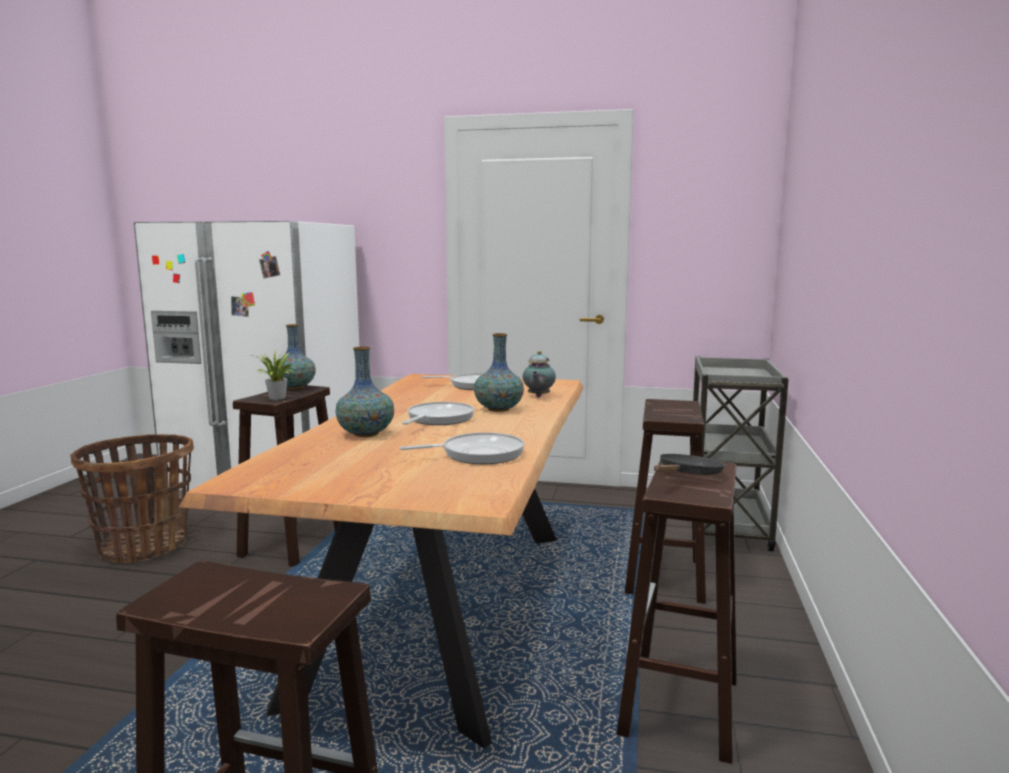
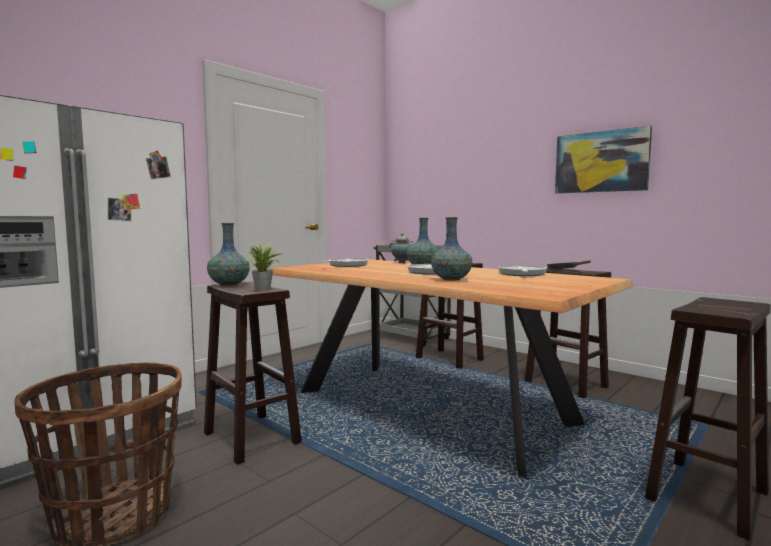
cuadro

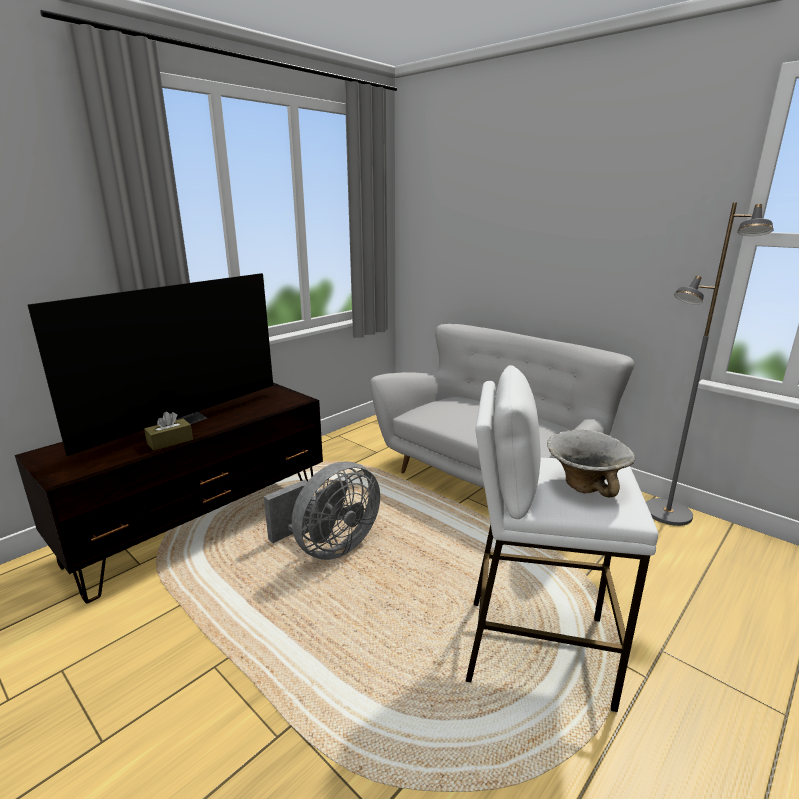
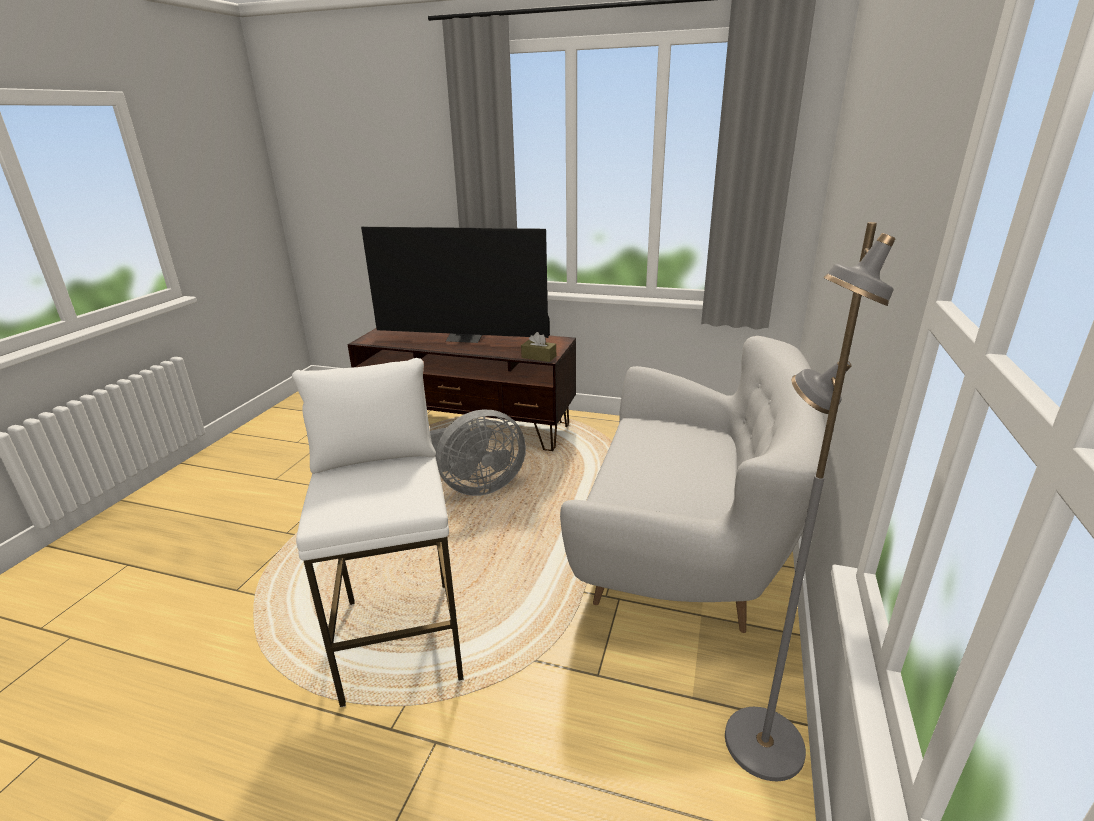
ventilador [gris]; caja de pañuelos [marrón]; cuenco

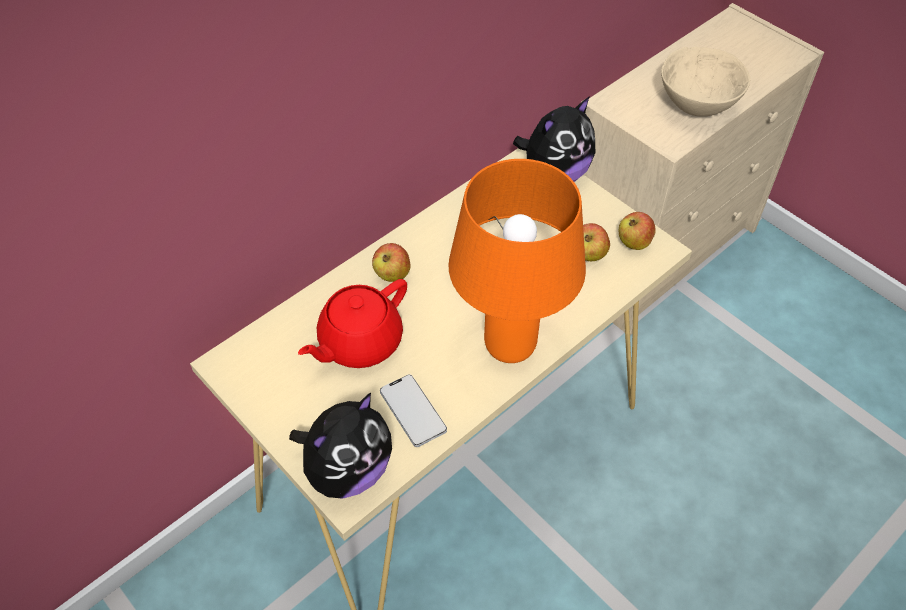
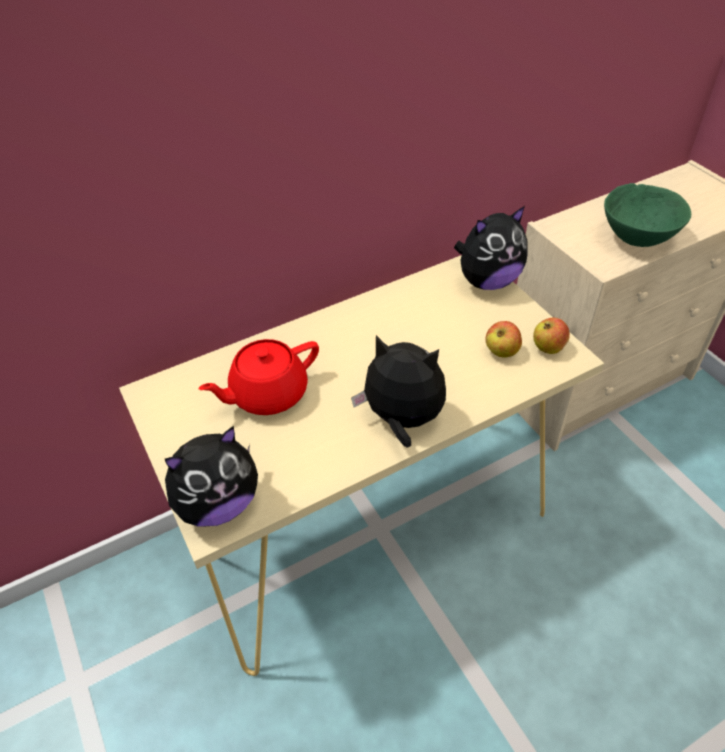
peluche (2nd from left); cuenco [verde]; manzana (1st from left in the first image); móvil

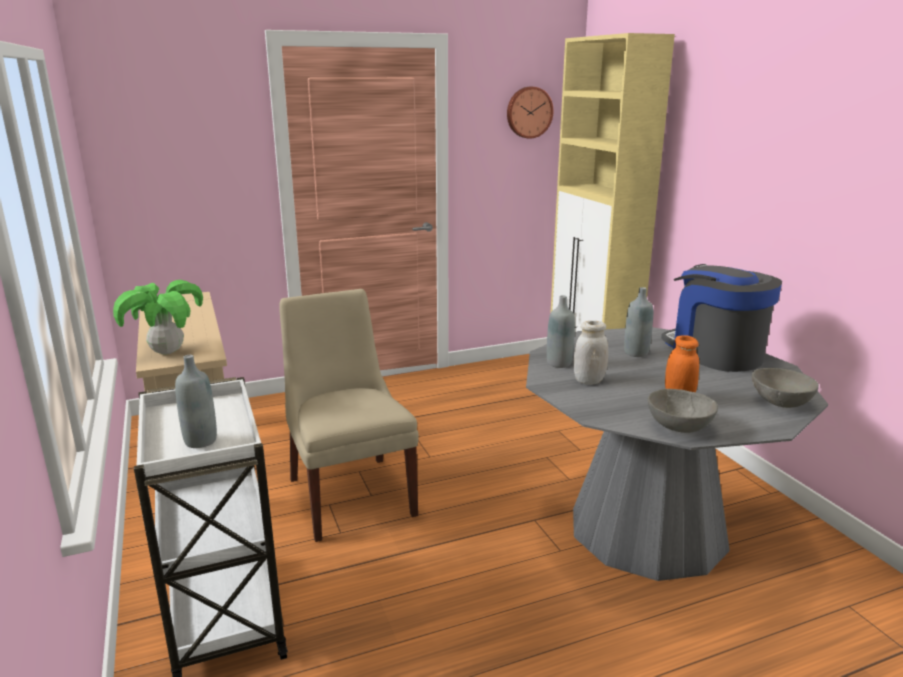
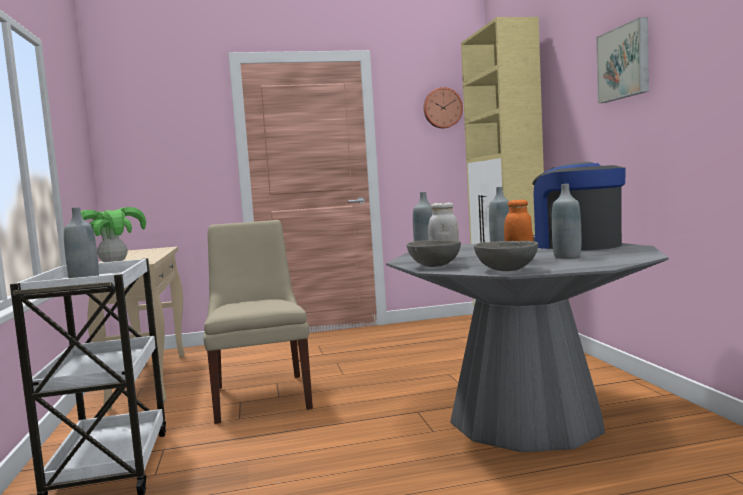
cuenco [gris] (1st from left); botella [gris] (4th from left); cuadro

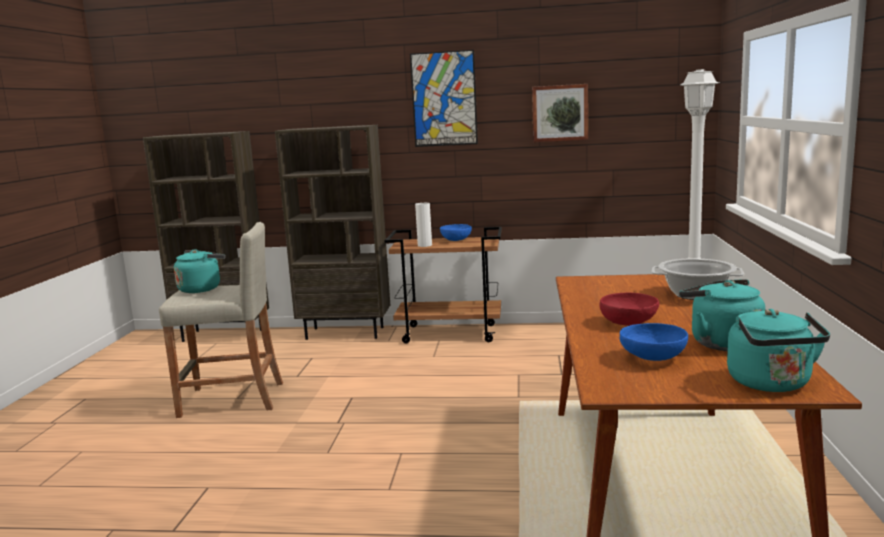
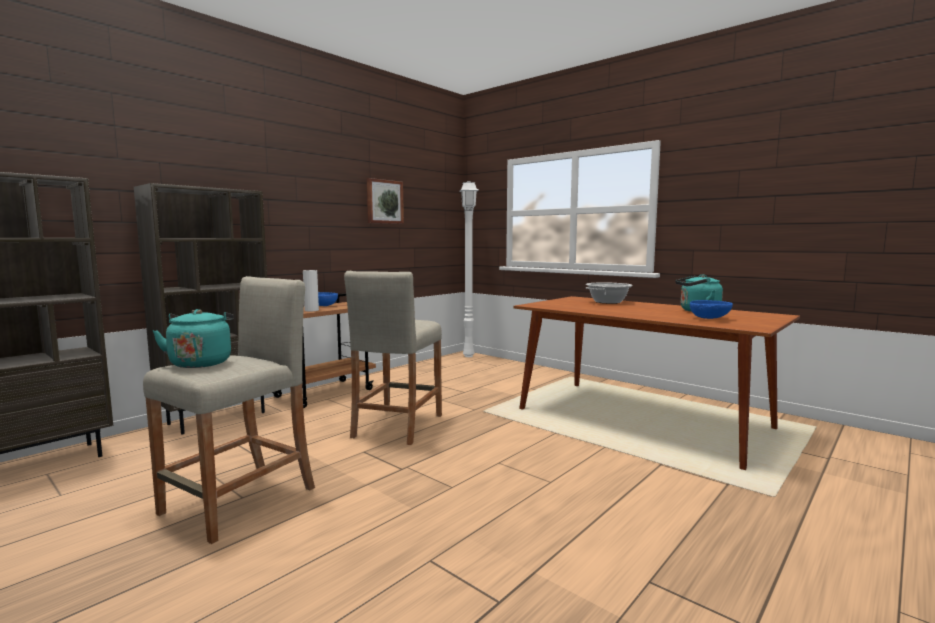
taburete [beis] (2nd from left); cuadro (1st from left in the first image); cuenco [rojo]; hervidor [turquesa] (3rd from left in the first image)

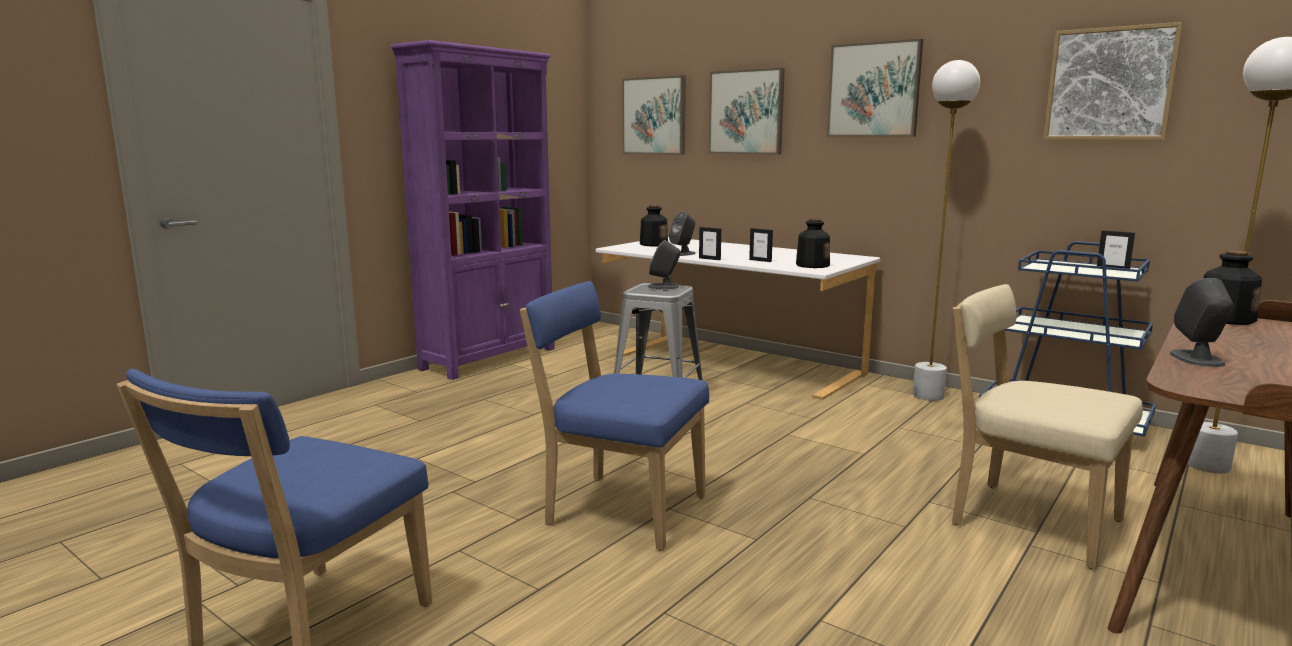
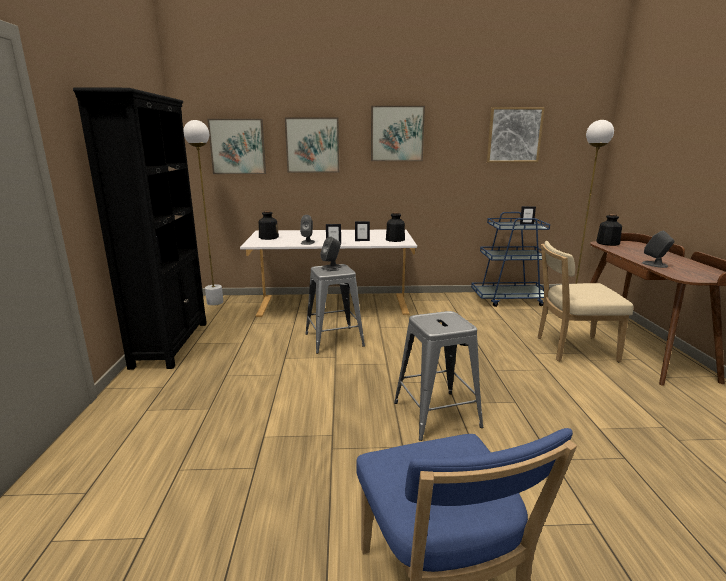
estantería [negro]; lámpara de pie [blanco] (1st from left); taburete [gris] (2nd from left)

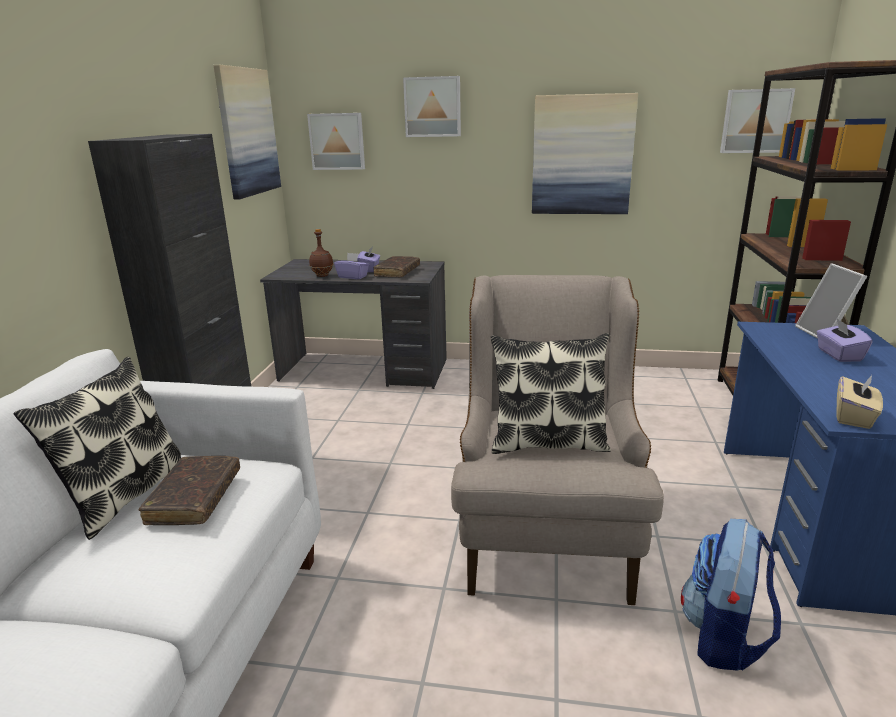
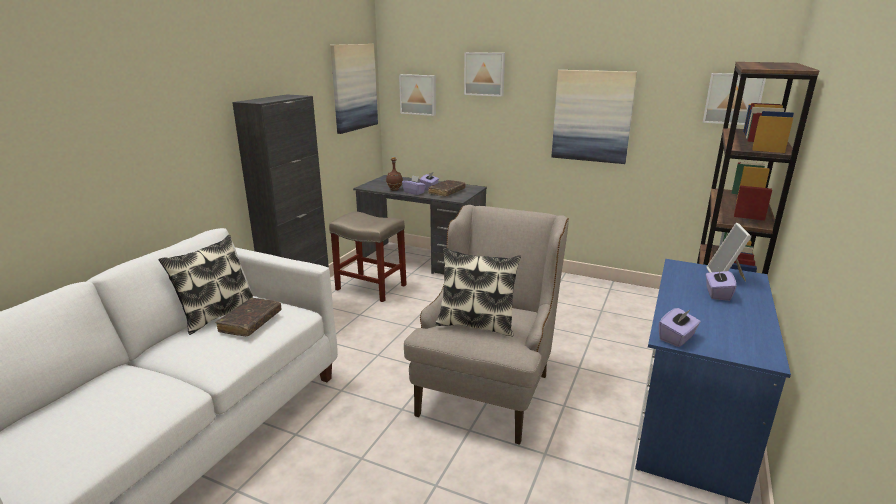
taburete [beis]; caja de pañuelos [morado] (3rd from left); mochila

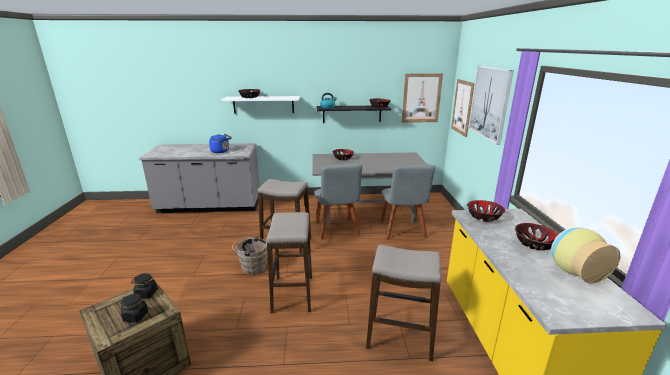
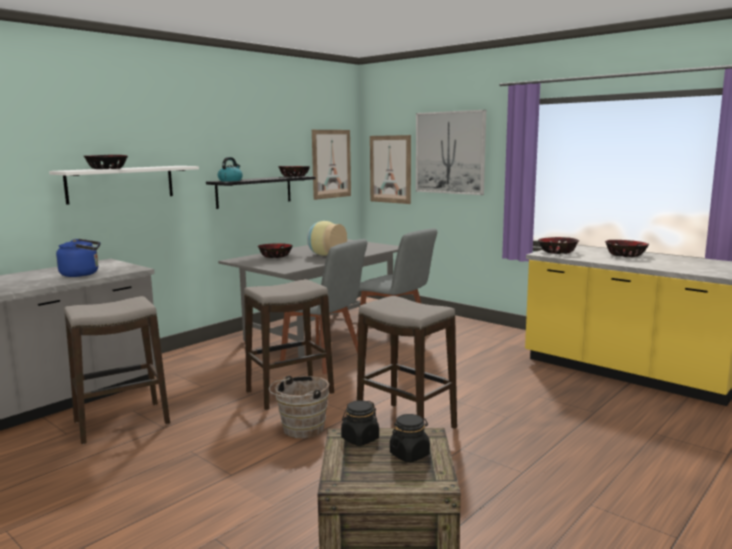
taburete (1st from left); florero

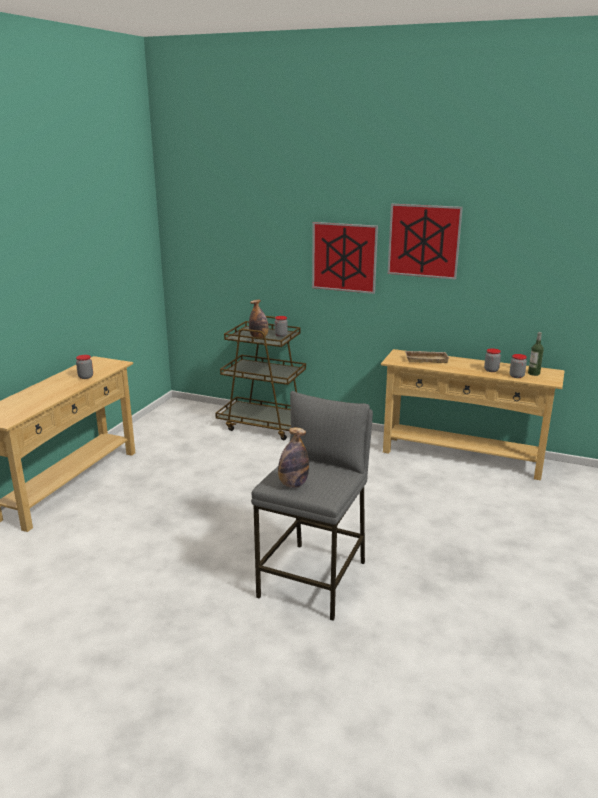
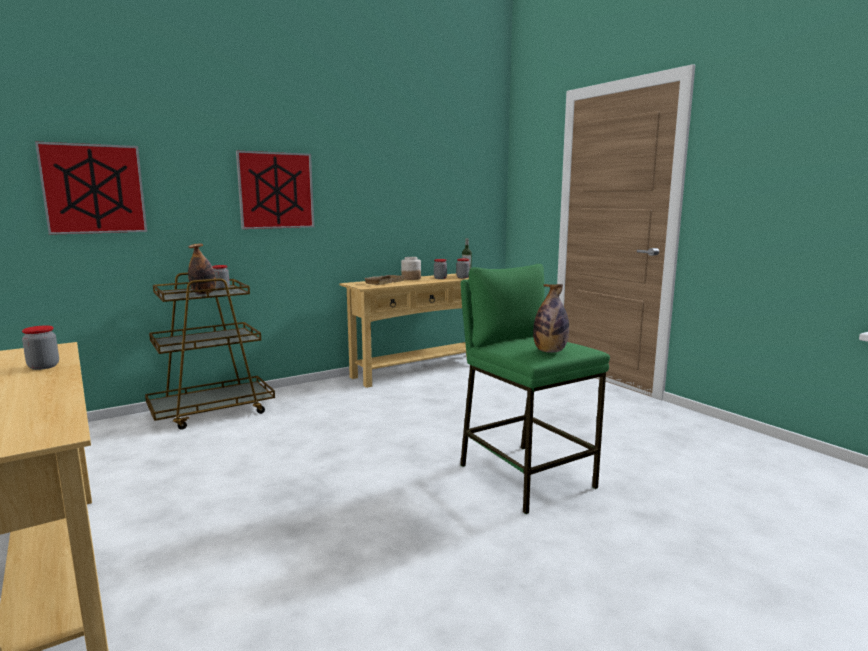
cuadro (1st from left); tarro (3rd from left); taburete [verde]

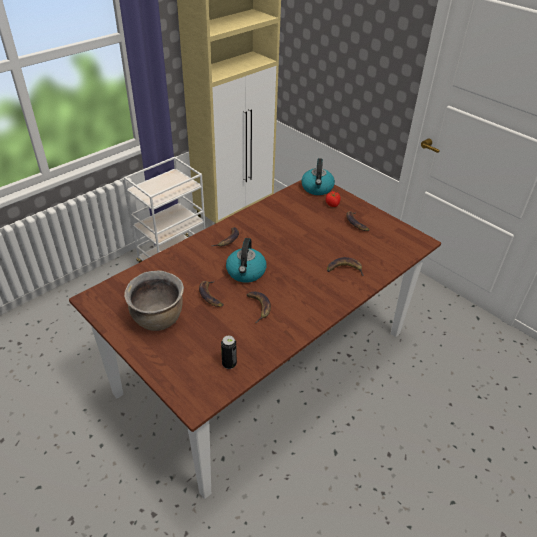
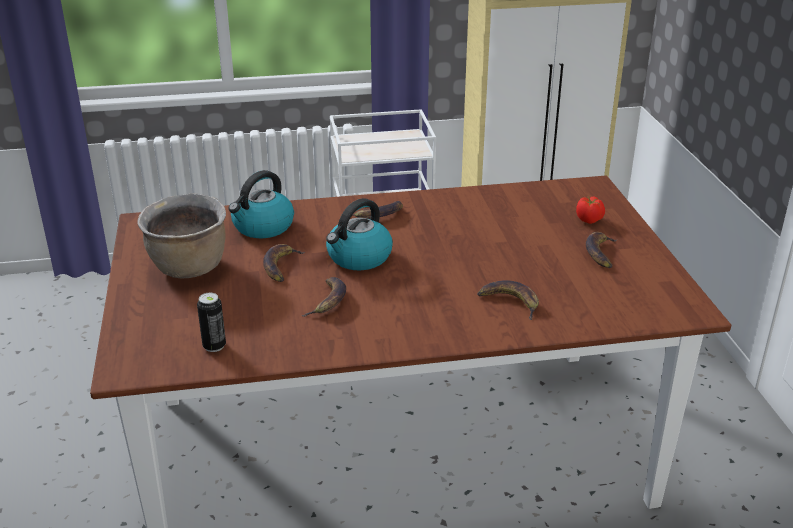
hervidor (1st from left)

